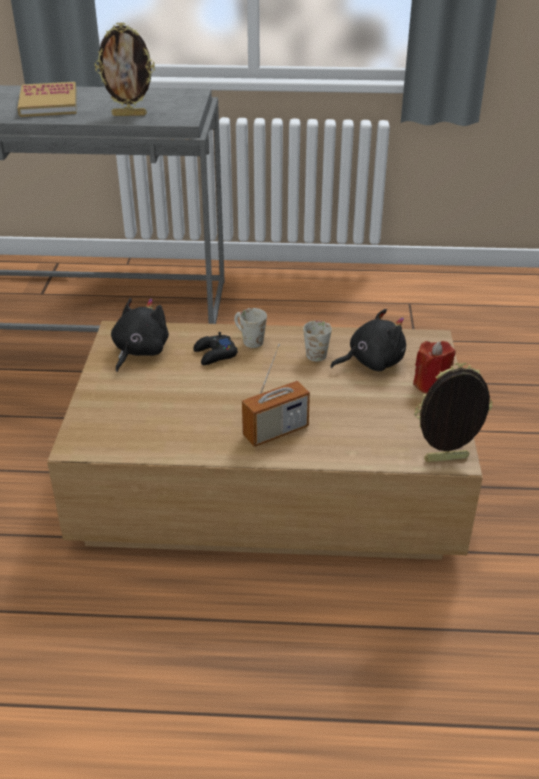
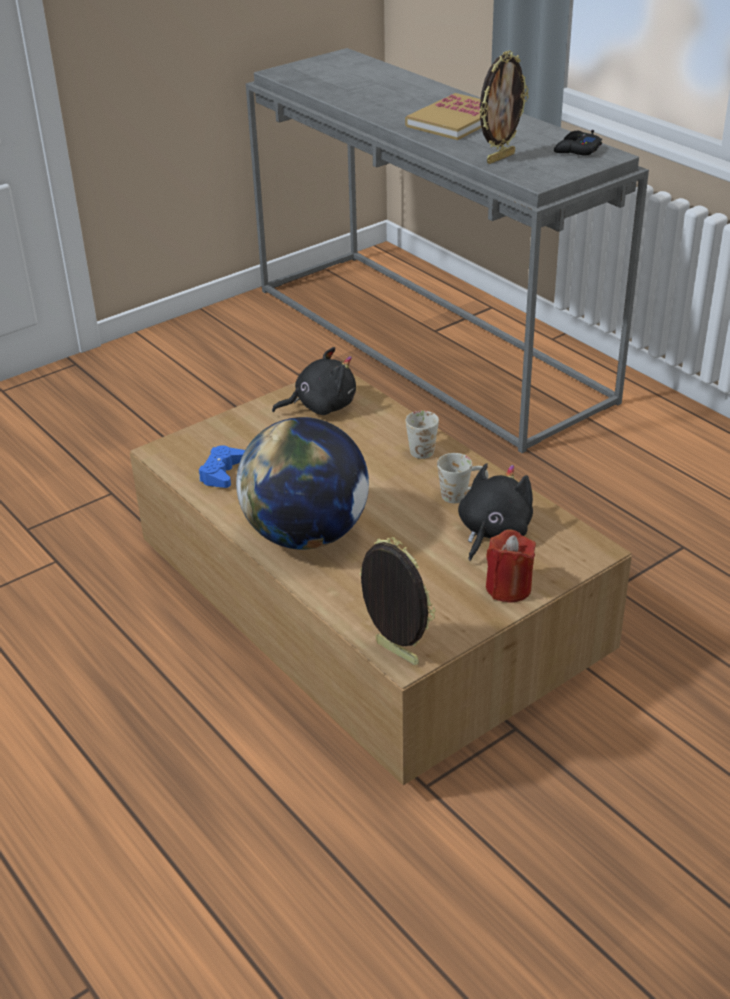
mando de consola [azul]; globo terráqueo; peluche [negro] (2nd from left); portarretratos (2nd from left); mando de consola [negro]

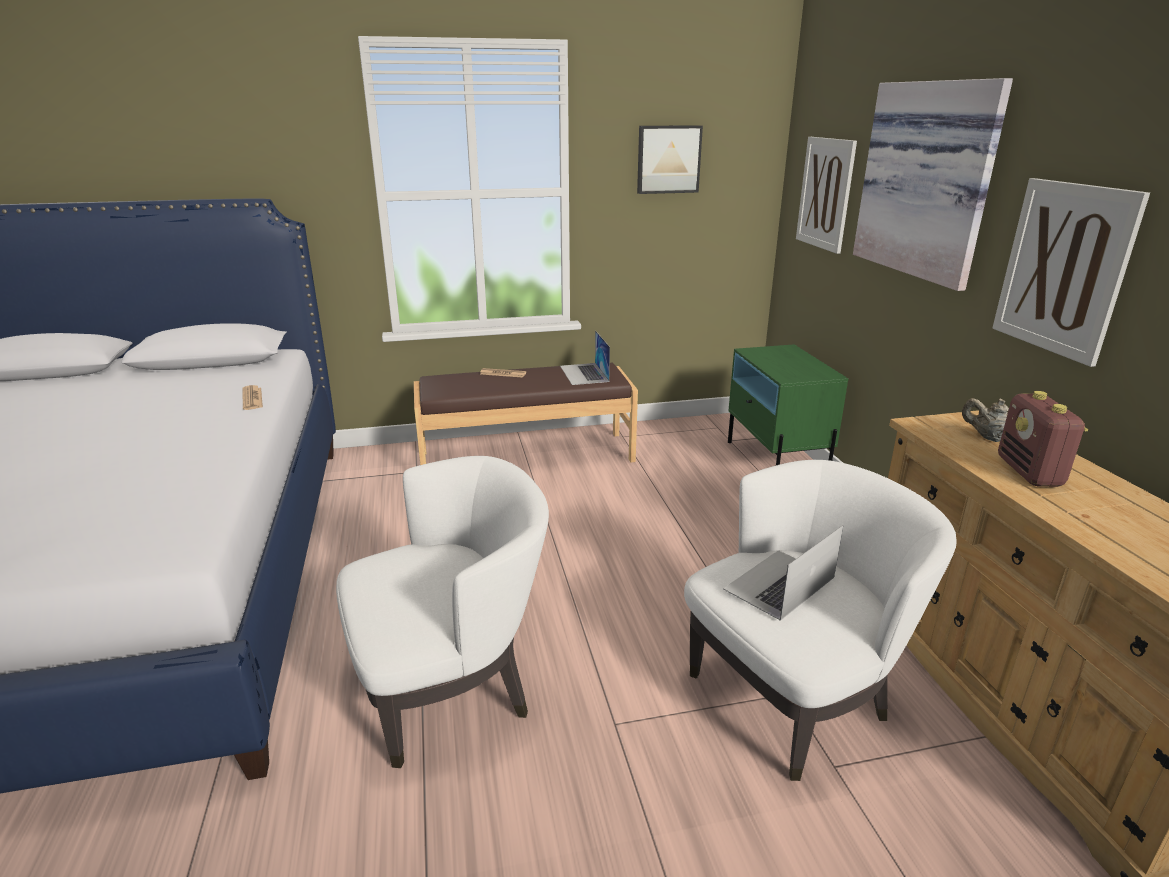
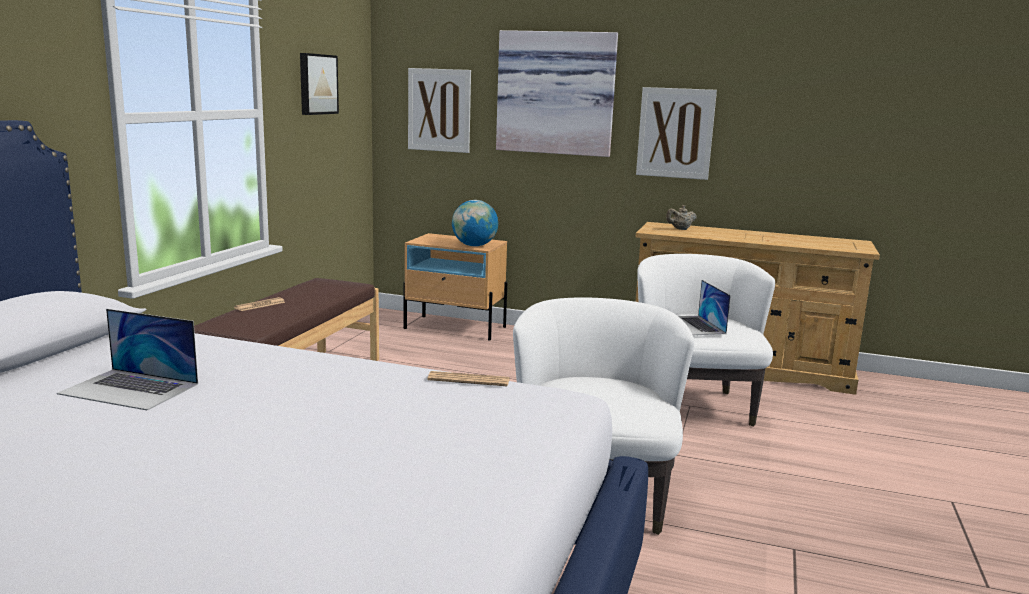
portátil (1st from left); mesita de noche [beis]; periódico (2nd from left); globo terráqueo; radio

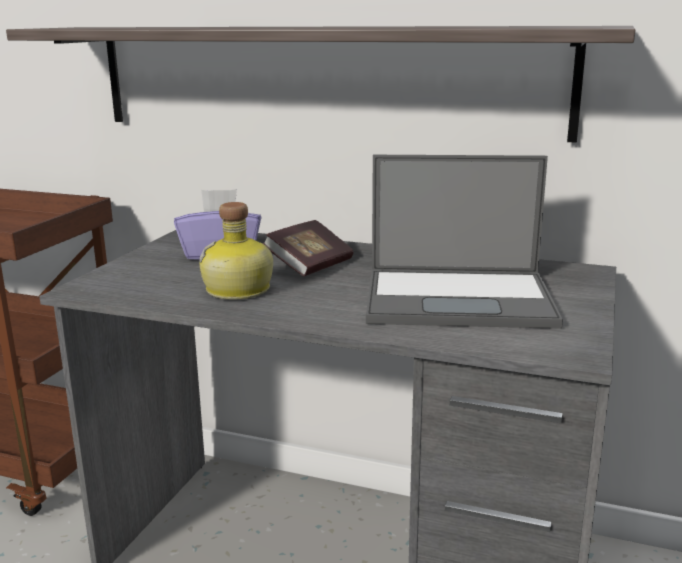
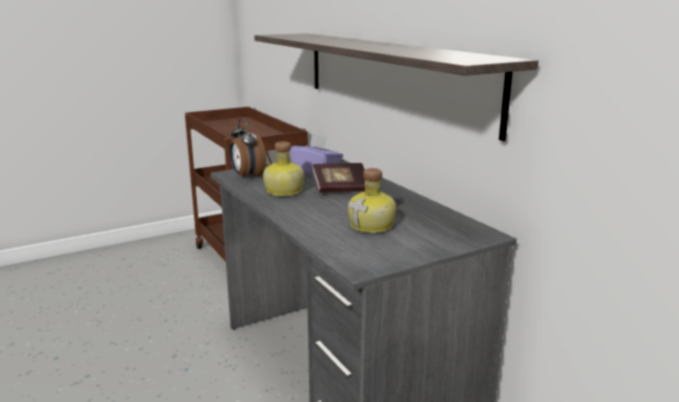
despertador; botella (2nd from left)

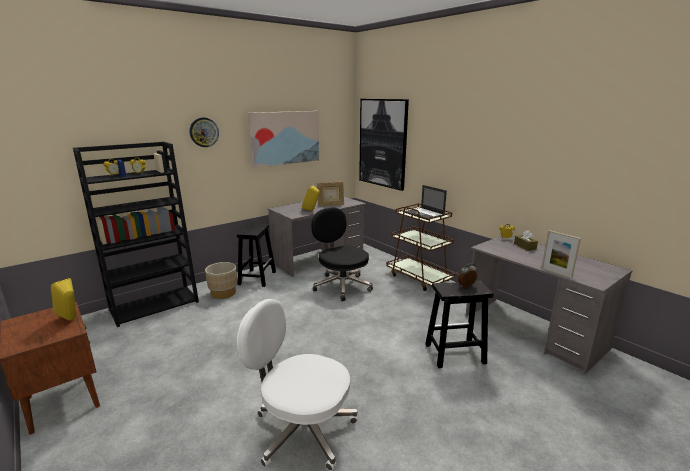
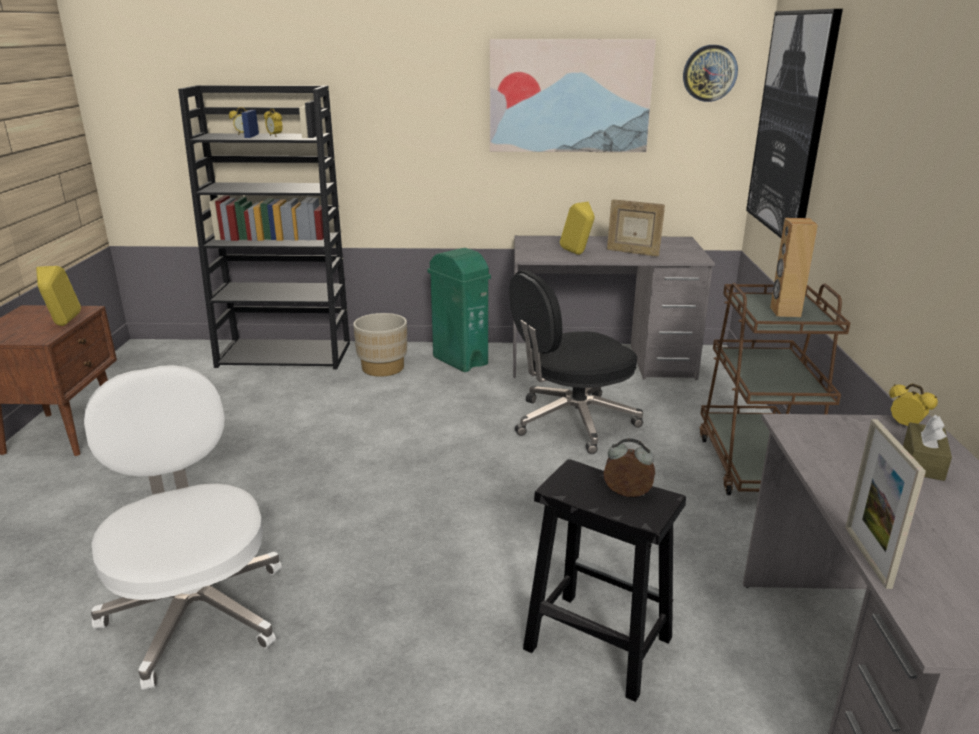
papelera [verde]; silla de oficina [negro]; reloj de pared; altavoz [marrón]

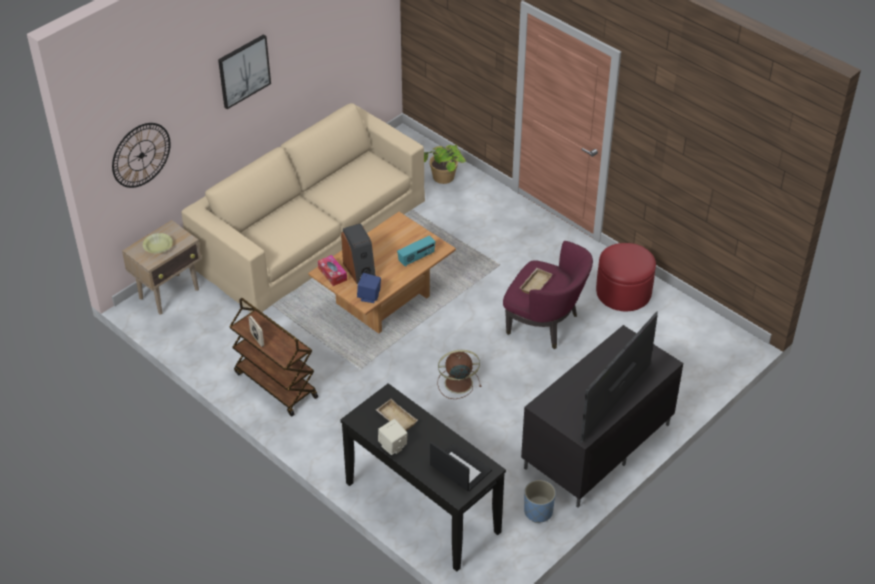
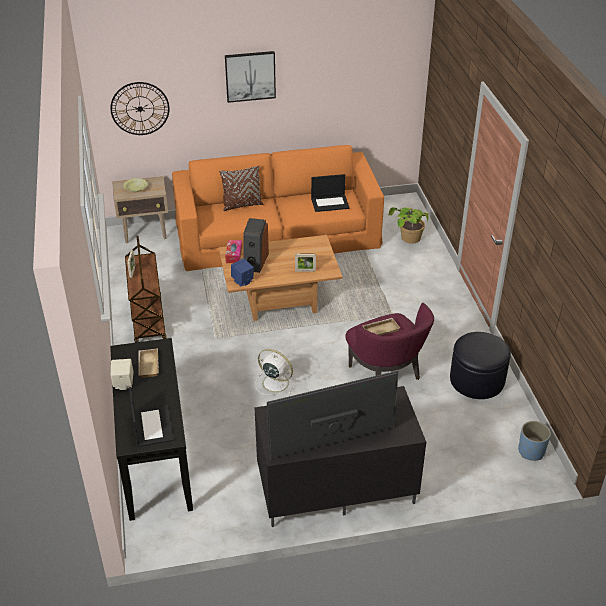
sofá [naranja]; cojín [marrón]; ventilador [blanco]; portarretratos (2nd from left); portátil (2nd from left); puf [negro]; maceta [azul]

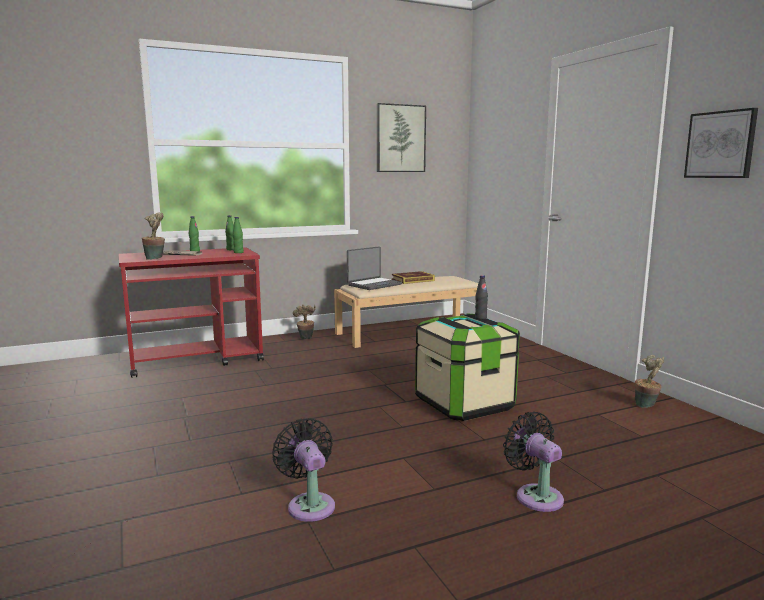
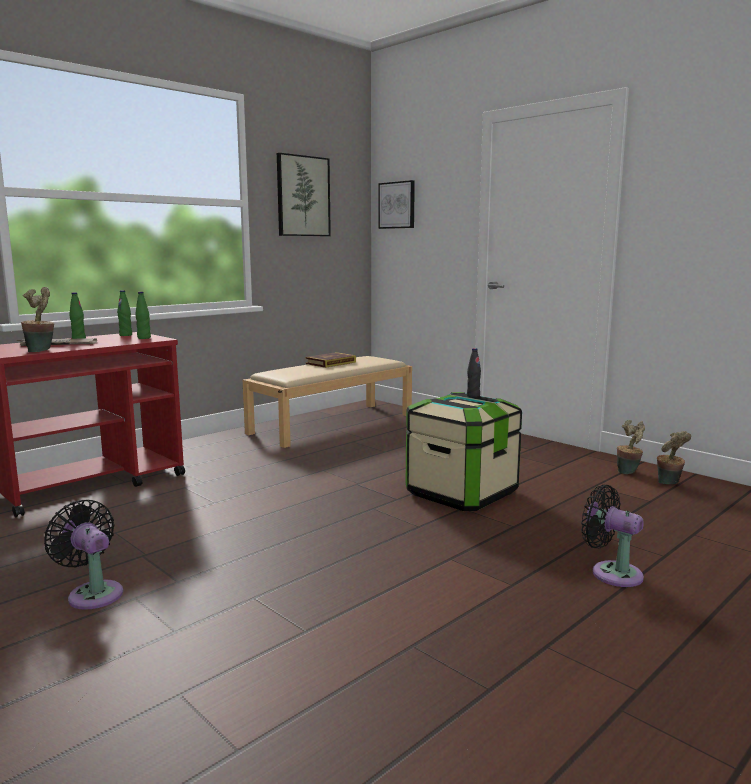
ventilador [negro] (1st from left); cuadro (2nd from left); planta en maceta (3rd from left); portátil

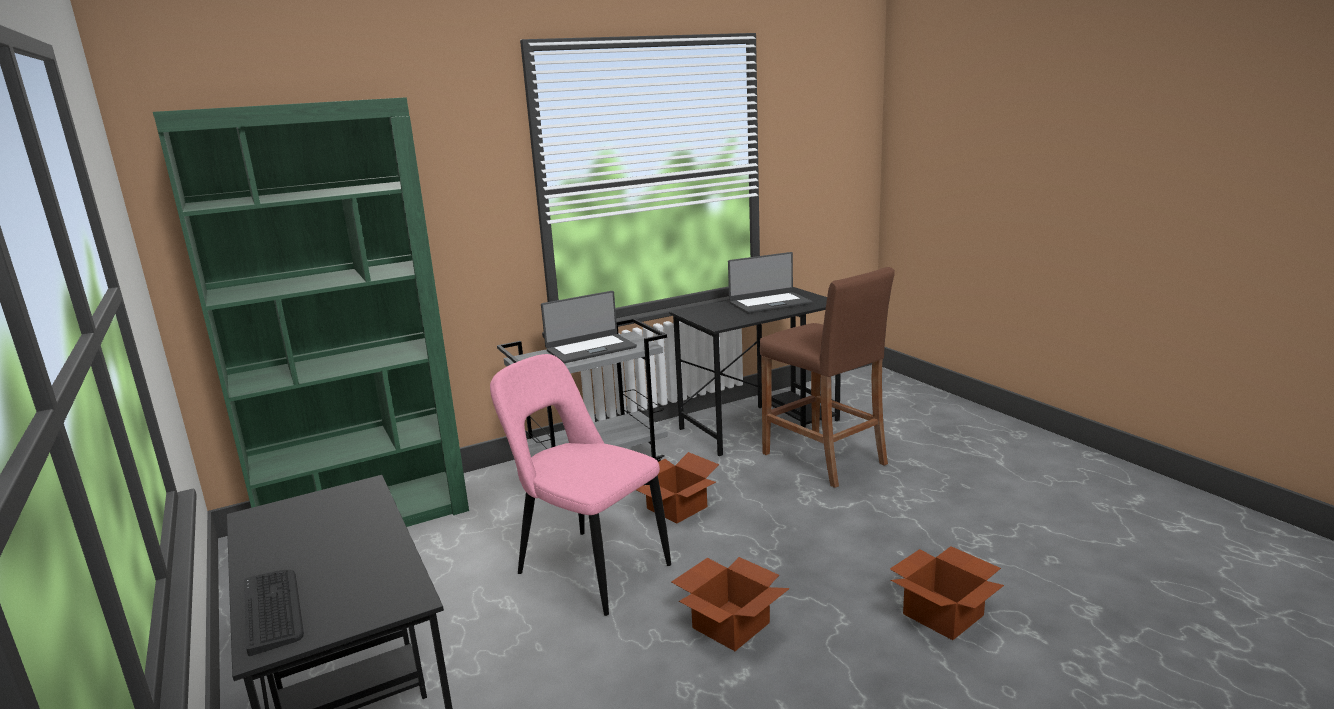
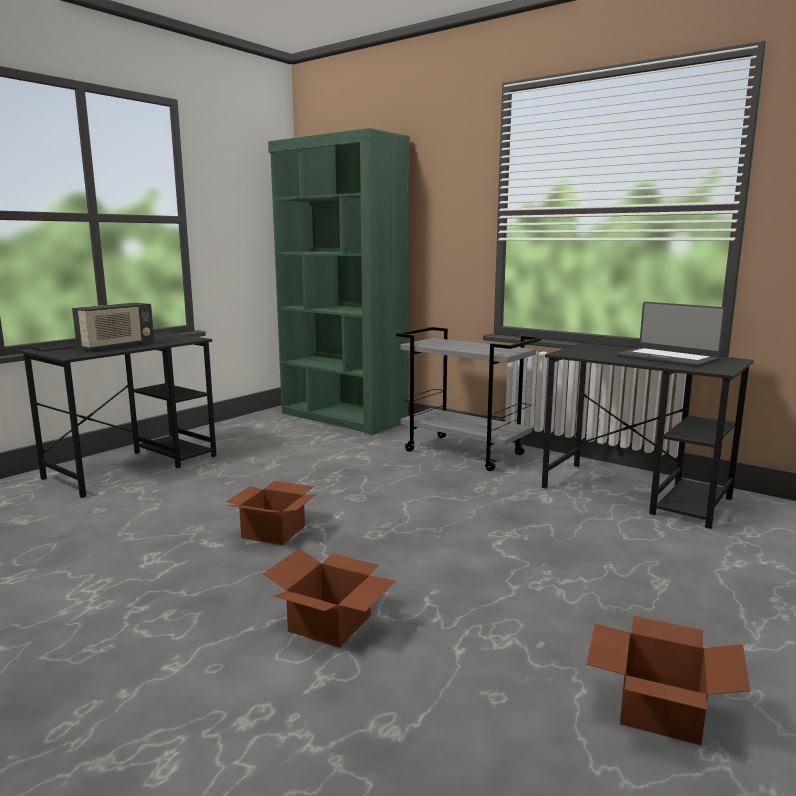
radio; caja de cartón (3rd from left); silla [rosa]; portátil (1st from left in the first image); taburete [marrón]

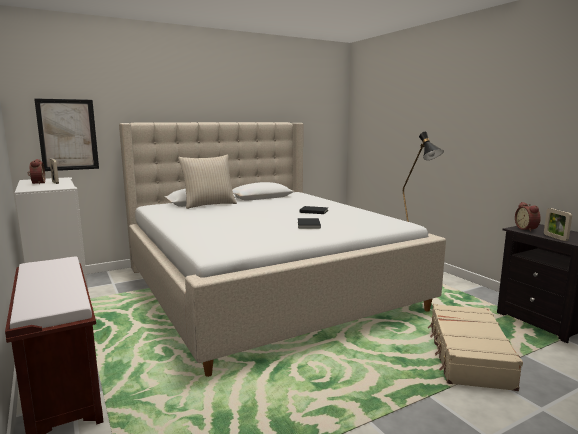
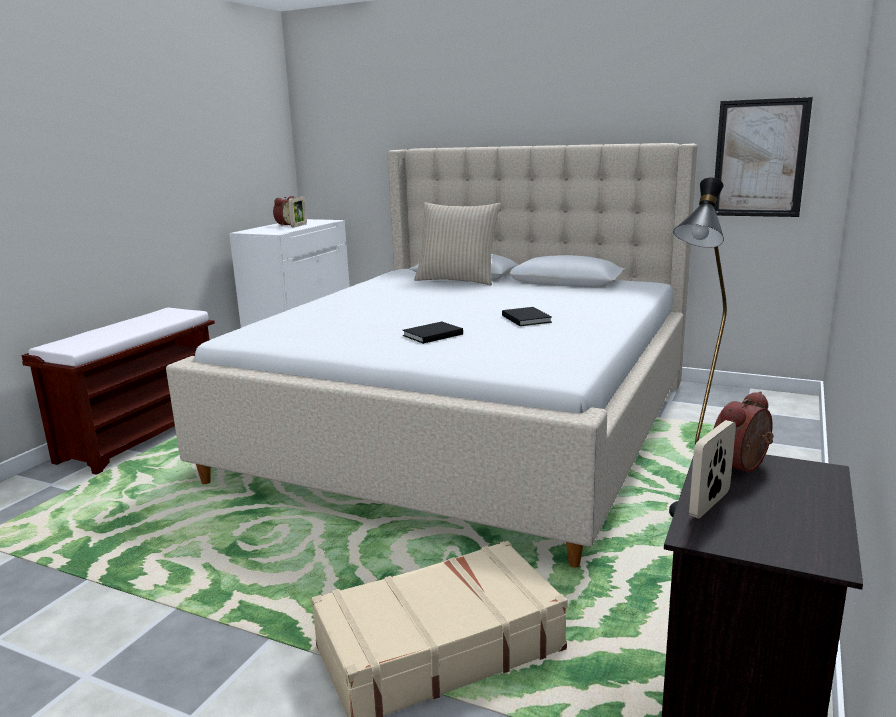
cuadro

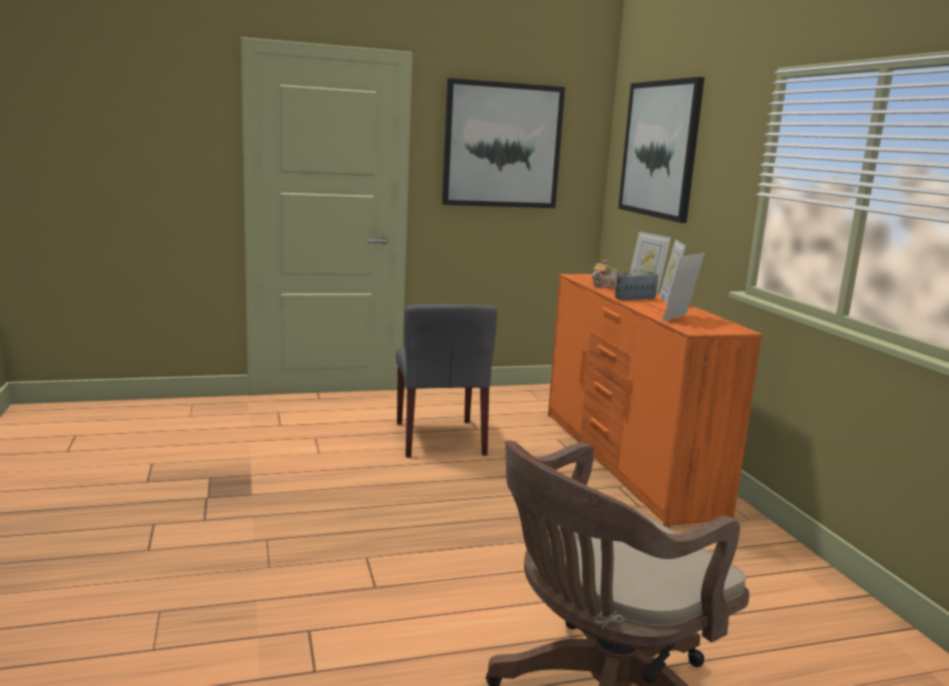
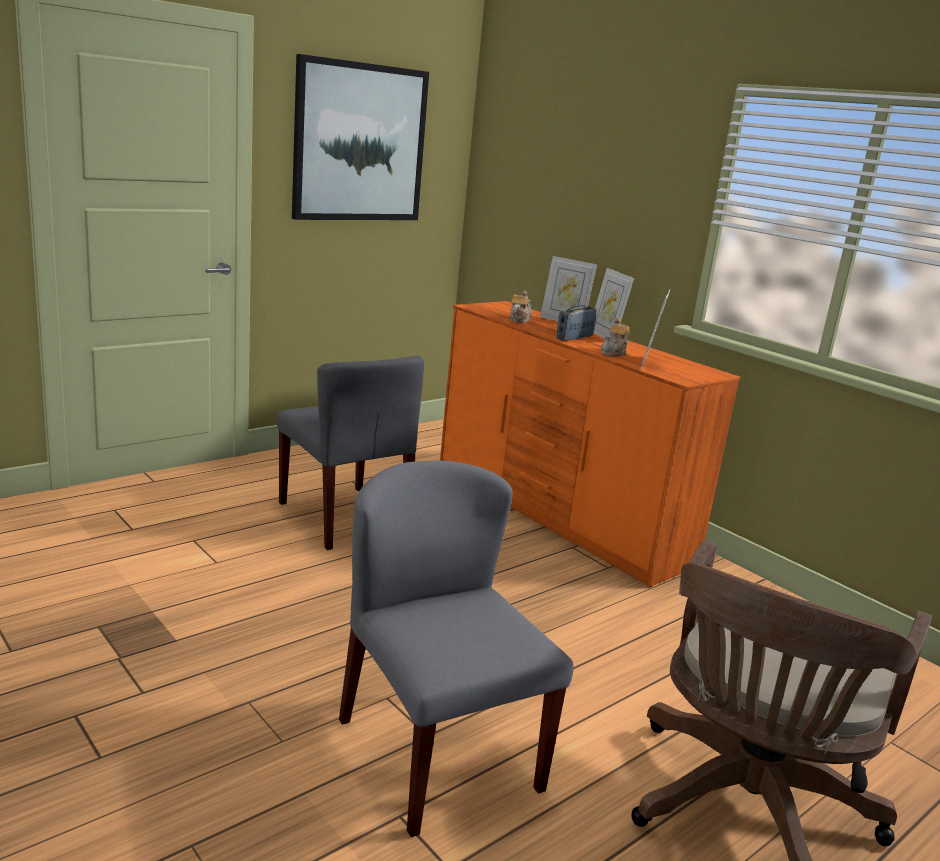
silla [gris] (2nd from left); tetera (2nd from left); cuadro (2nd from left in the first image)

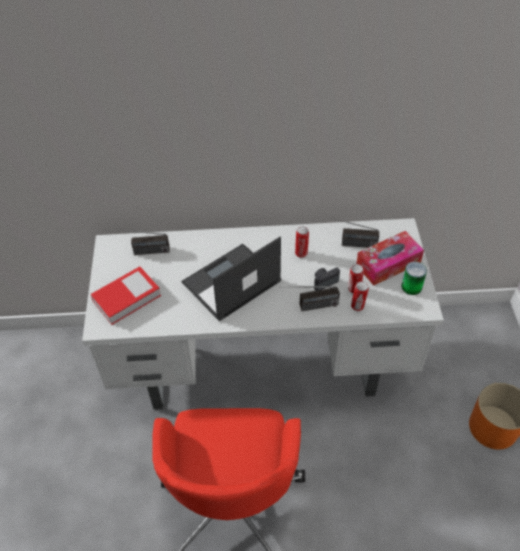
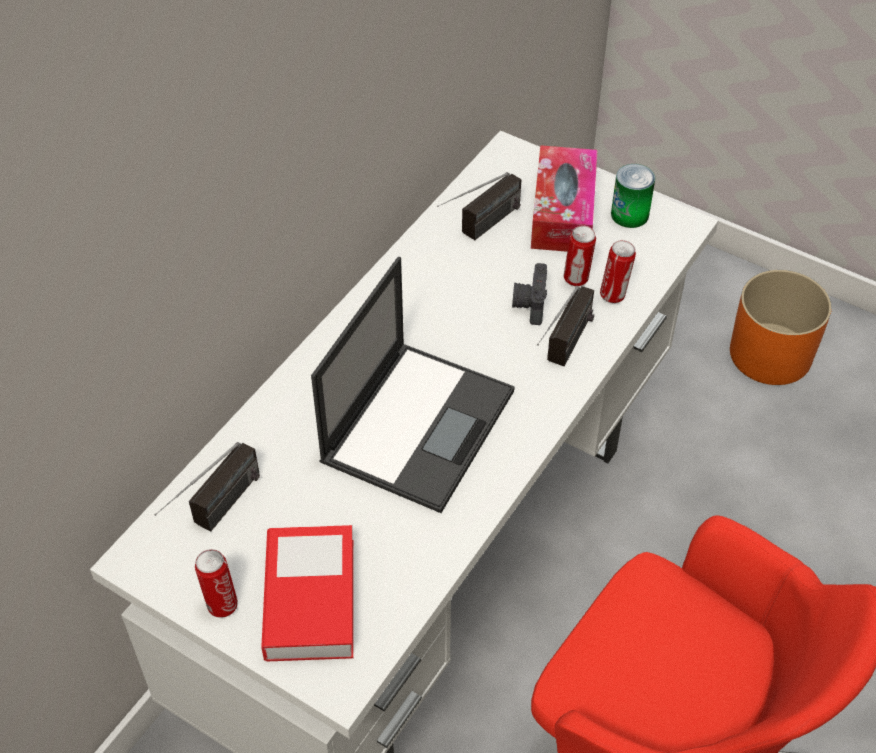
lata (1st from left); portátil

